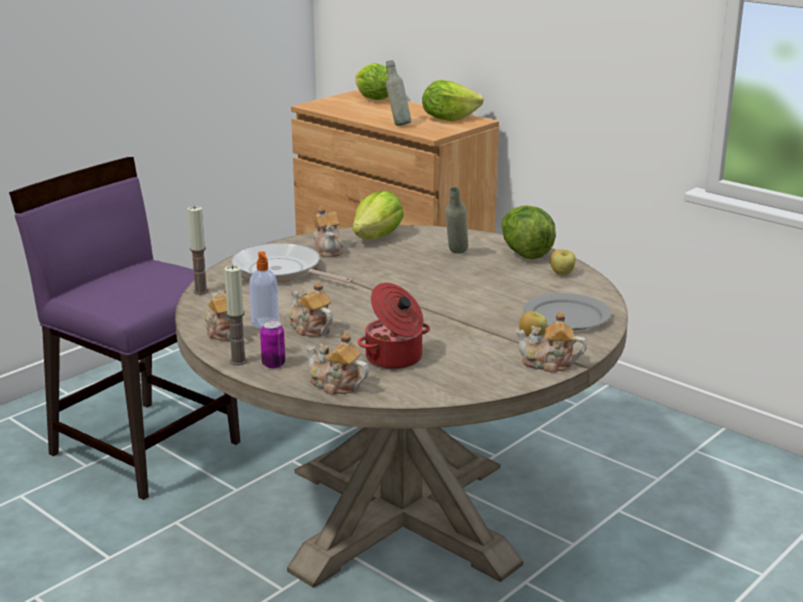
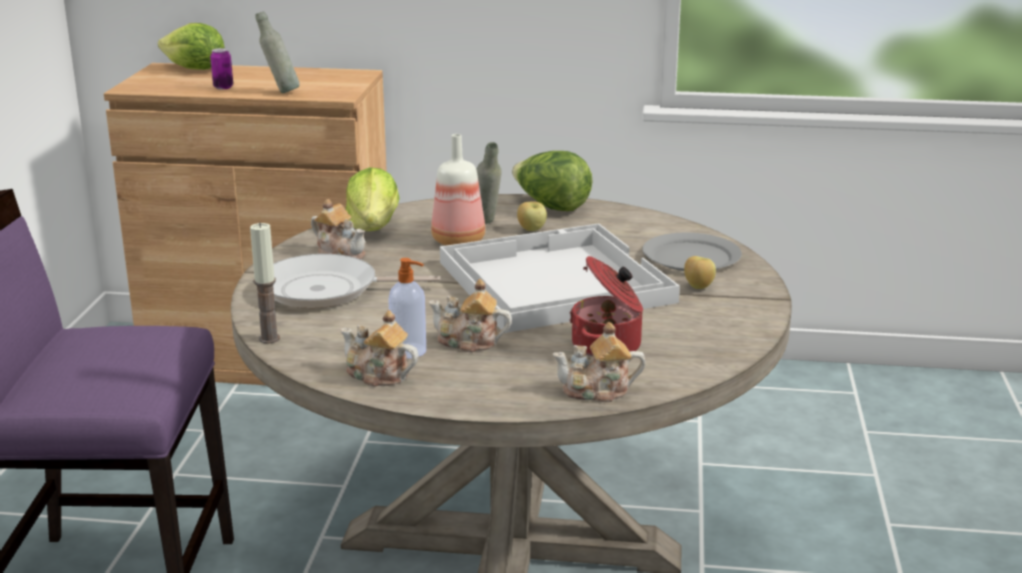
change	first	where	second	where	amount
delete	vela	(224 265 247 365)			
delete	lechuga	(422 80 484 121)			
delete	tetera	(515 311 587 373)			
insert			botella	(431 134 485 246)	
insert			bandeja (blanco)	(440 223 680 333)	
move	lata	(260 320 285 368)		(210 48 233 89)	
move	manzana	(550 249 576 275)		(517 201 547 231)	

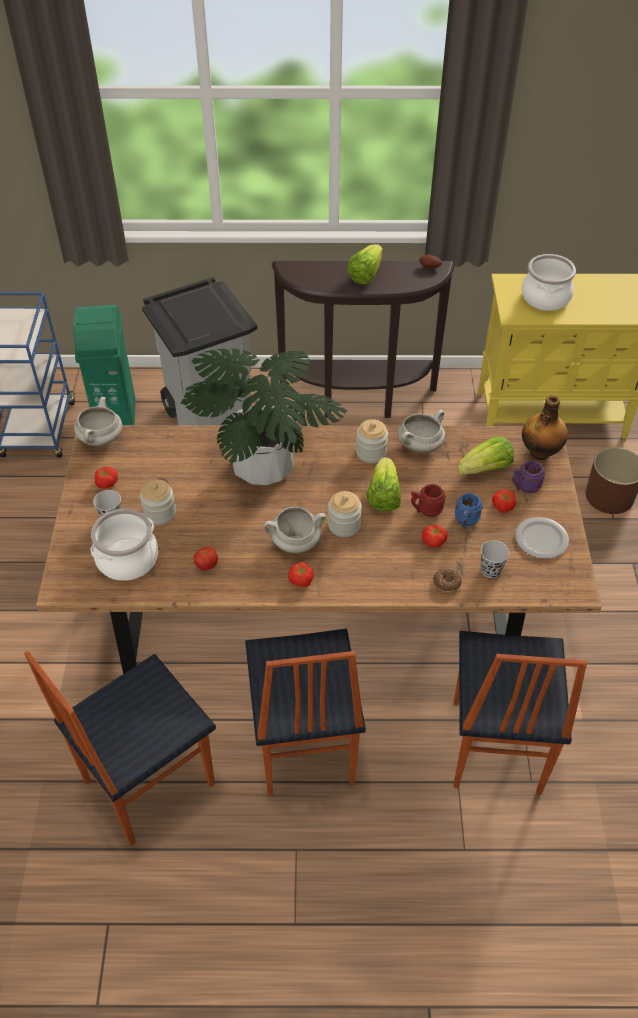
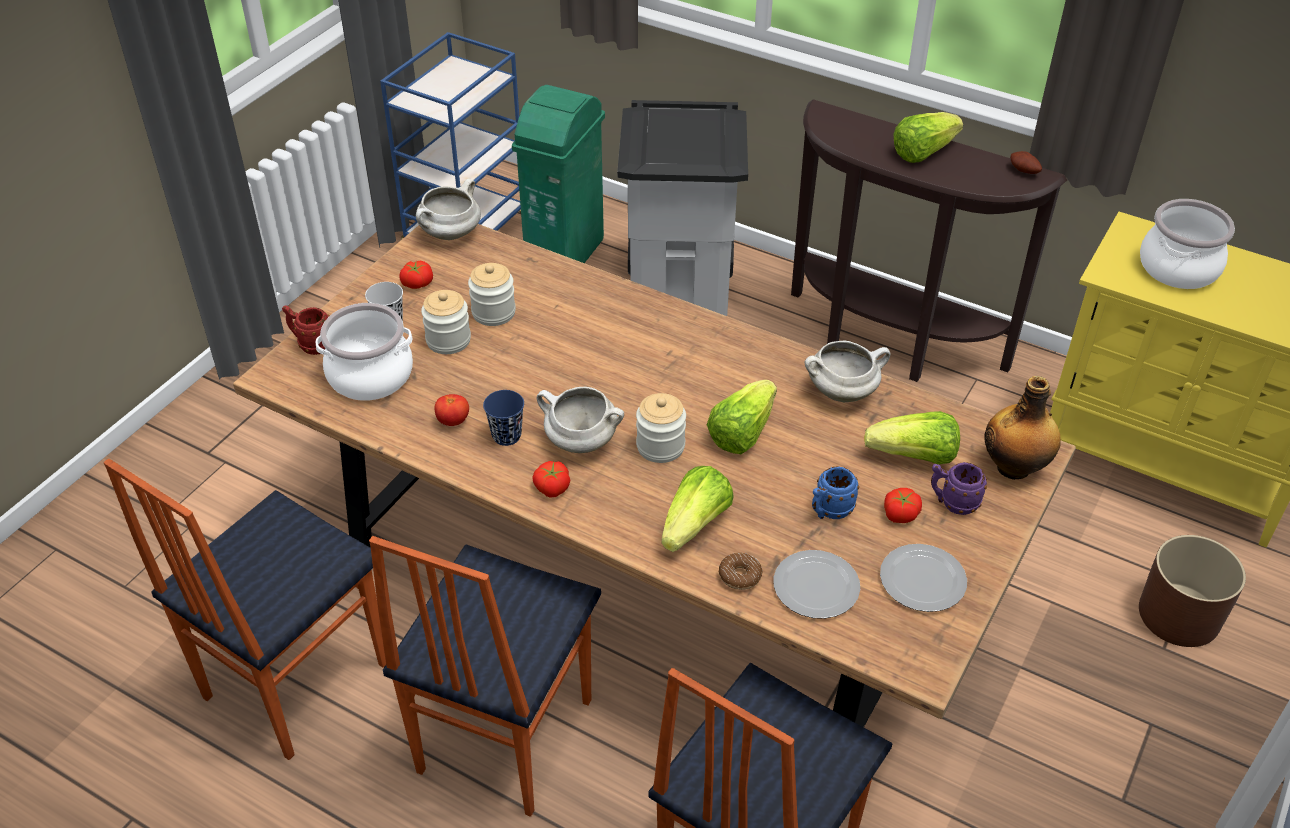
change	first	where	second	where	amount
delete	planta en maceta	(181 348 347 485)			
delete	tomate	(422 525 448 548)			
insert			taza (azul)	(483 390 524 446)	
insert			lechuga	(661 466 734 552)	
move	tarro	(356 419 388 463)		(468 263 516 326)	
move	taza grande (rojo)	(411 484 446 517)		(282 305 329 355)	
replace	taza (negro)	(481 540 510 578)	plato	(773 550 860 619)	
rotate	silla	(24 650 216 846)		(104 459 386 760)	45 degrees counterclockwise

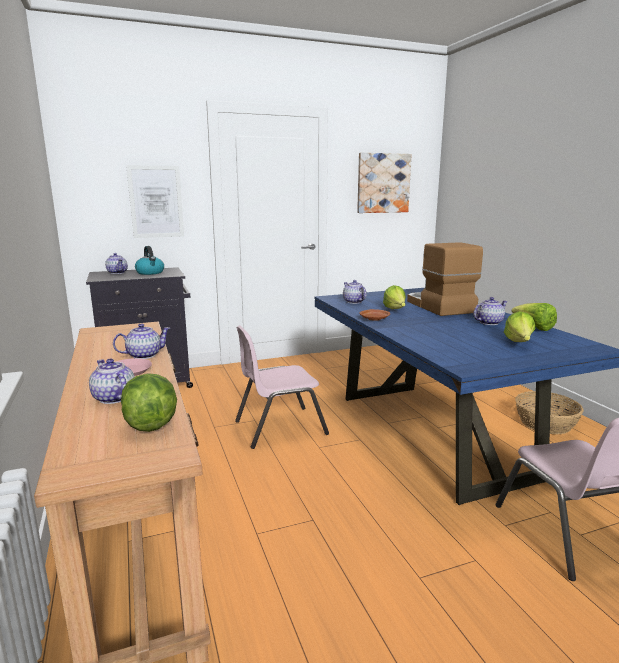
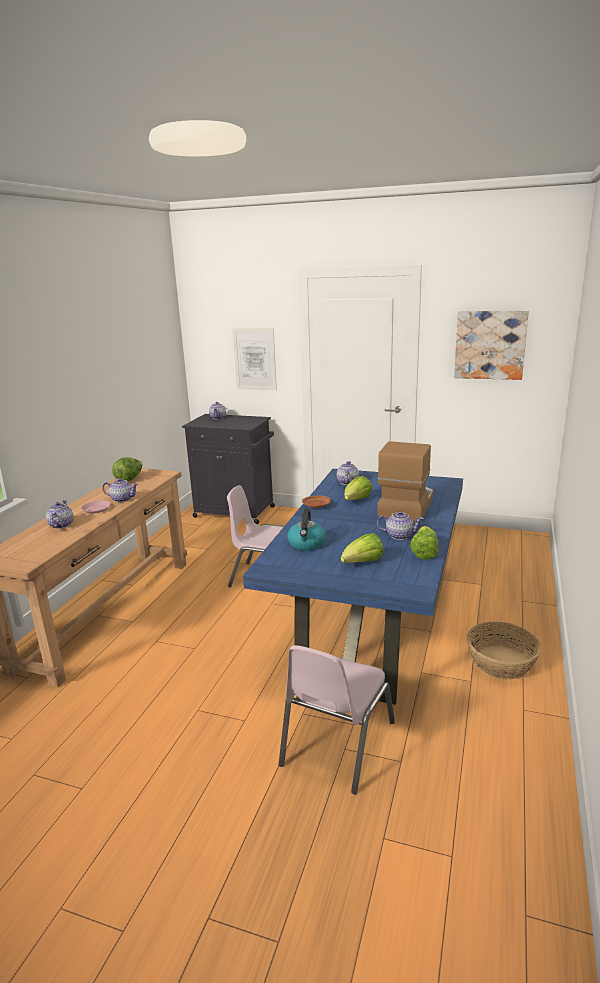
change	first	where	second	where	amount
move	lechuga	(121 373 177 432)		(112 457 142 482)	
move	hervidor	(135 246 164 275)		(287 509 326 551)	

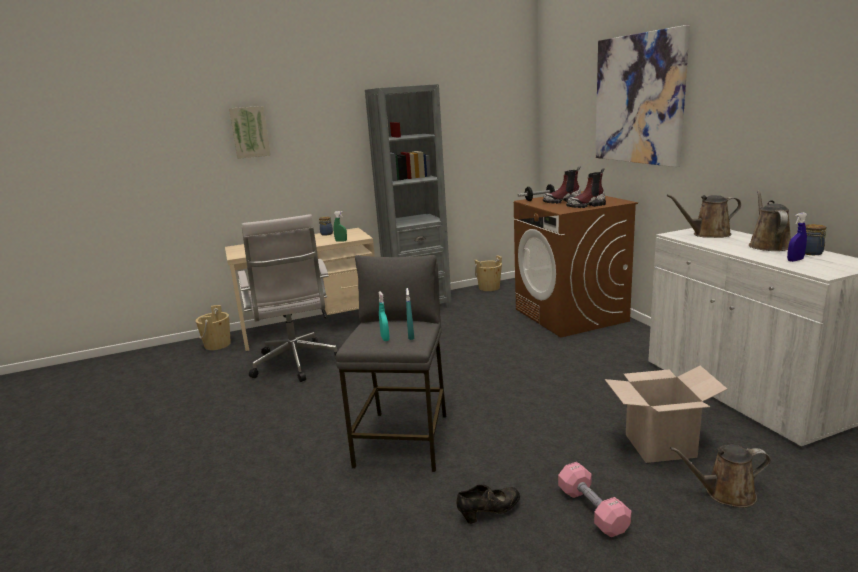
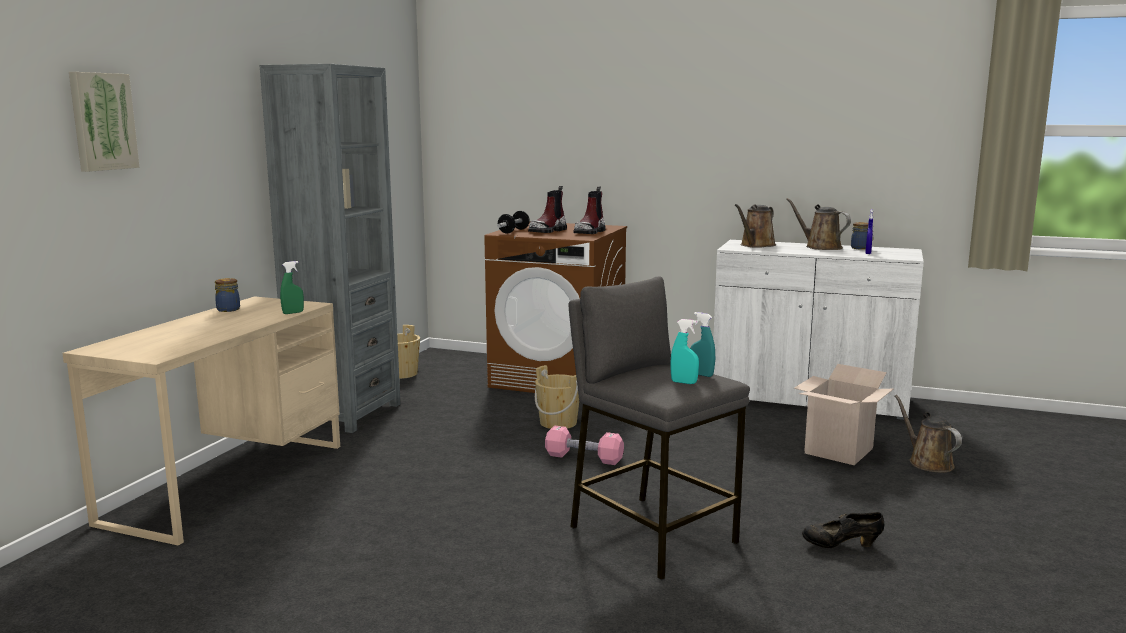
change	first	where	second	where	amount
delete	silla de oficina (blanco)	(237 214 338 382)			
delete	cuadro	(595 25 690 167)			
move	cubo (beis)	(196 305 231 350)		(535 365 579 429)	
move	mancuerna (rosa)	(558 462 631 537)		(545 426 624 465)	
rotate	zapato (negro)	(456 484 520 524)		(802 512 884 548)	105 degrees counterclockwise
rotate	regadera (marrón)	(670 445 771 508)		(895 395 962 473)	120 degrees clockwise

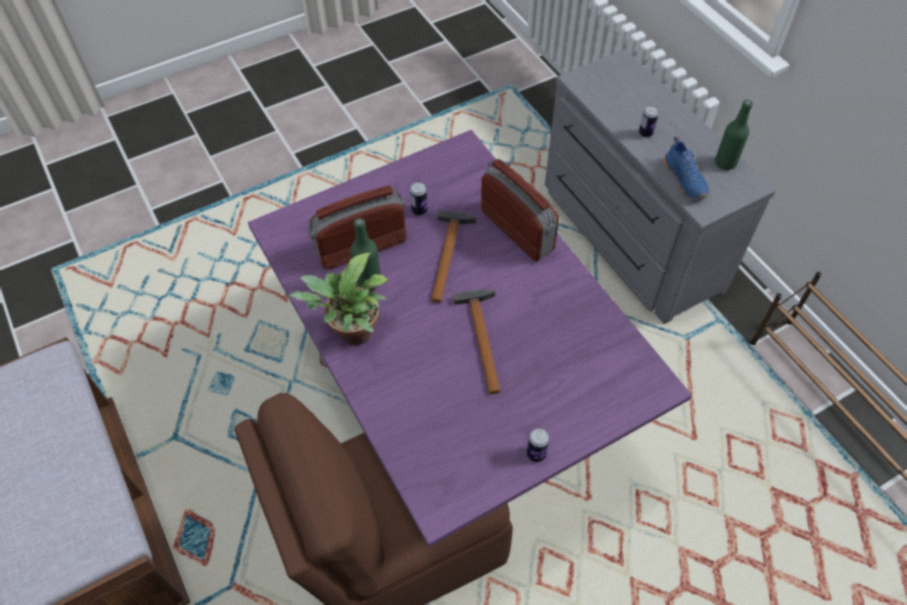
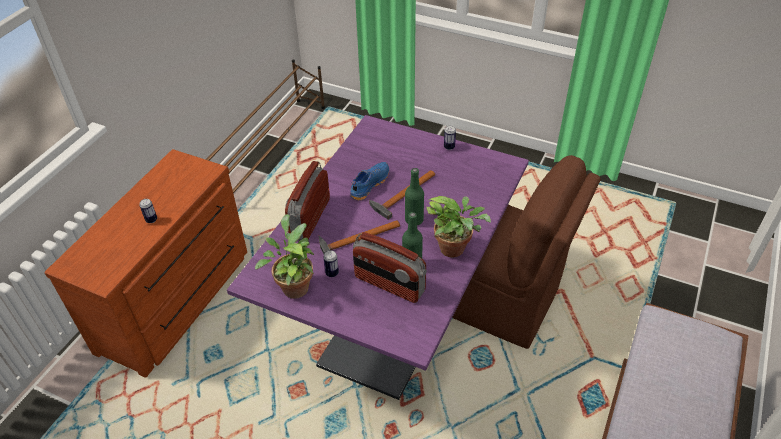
change	first	where	second	where	amount
insert			planta en maceta	(255 214 314 299)	
move	zapato (azul)	(663 137 709 199)		(350 162 389 201)	
move	botella (verde)	(715 100 753 170)		(405 168 424 225)	
recolor	cómoda (gris)	(545 49 776 324)	cómoda (marrón)	(45 149 247 378)	

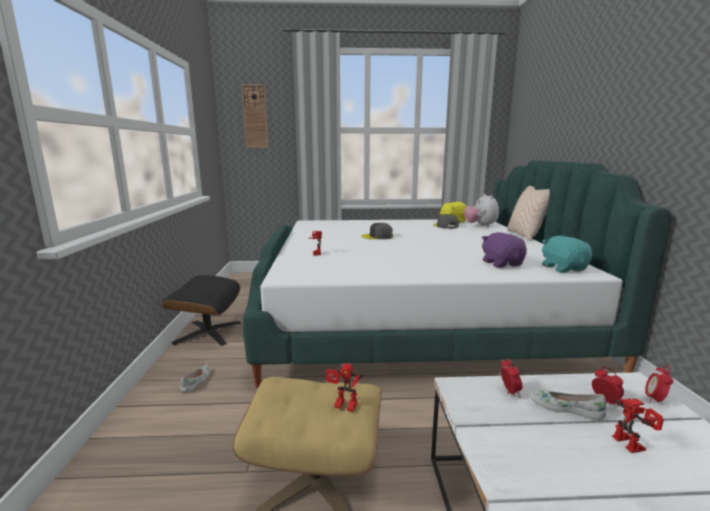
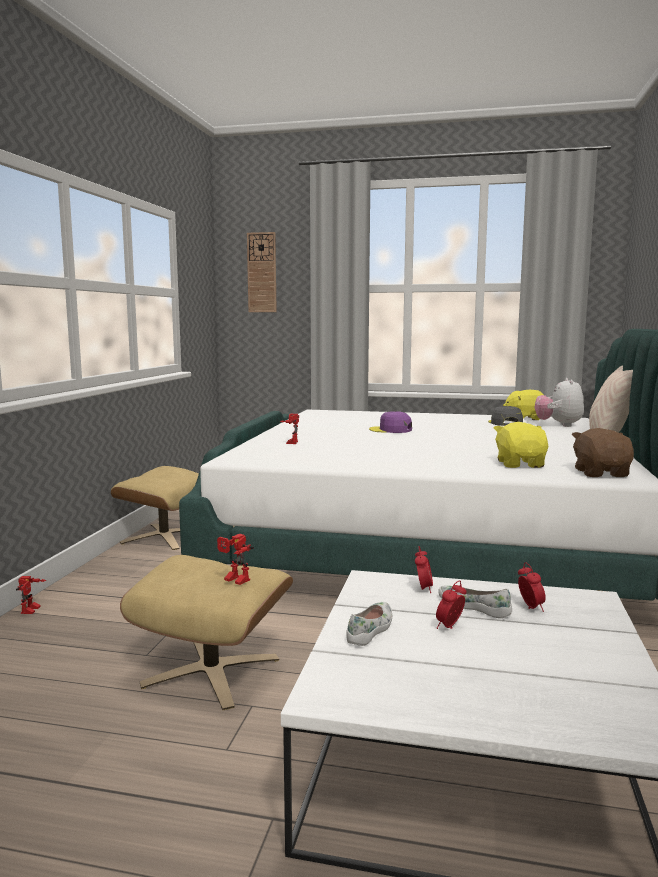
change	first	where	second	where	amount
move	zapato (blanco)	(180 365 210 392)		(346 602 392 646)	
move	robot de juguete	(612 398 664 453)		(16 576 46 614)	
move	despertador	(645 365 673 403)		(436 581 466 629)	
recolor	puf (negro)	(162 275 241 346)	puf (beis)	(111 466 199 550)	
recolor	gorra (gris)	(361 223 393 239)	gorra (morado)	(369 411 412 433)	
recolor	peluche (morado)	(482 232 527 268)	peluche (amarillo)	(494 422 548 468)	
recolor	peluche (turquesa)	(542 236 592 273)	peluche (marrón)	(572 428 634 477)	

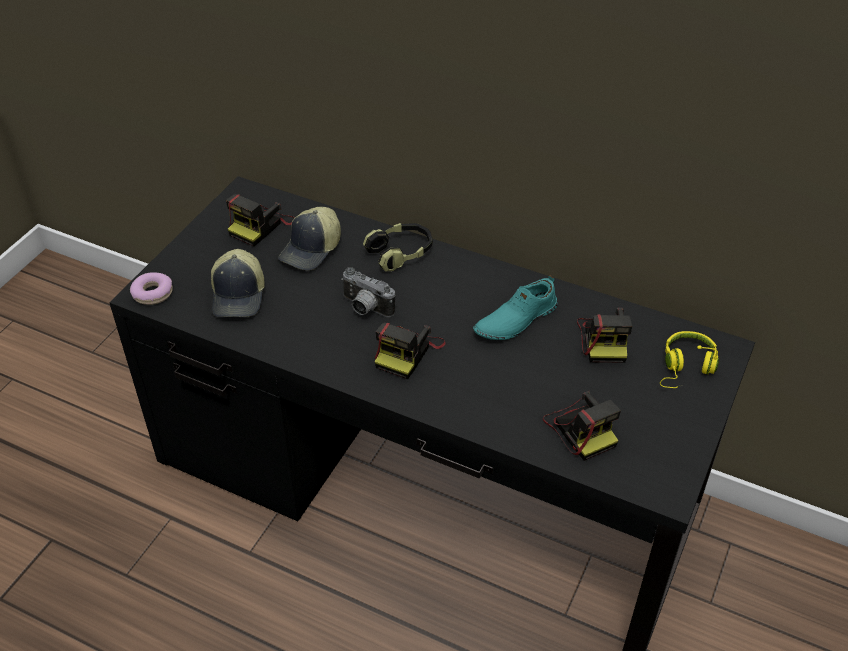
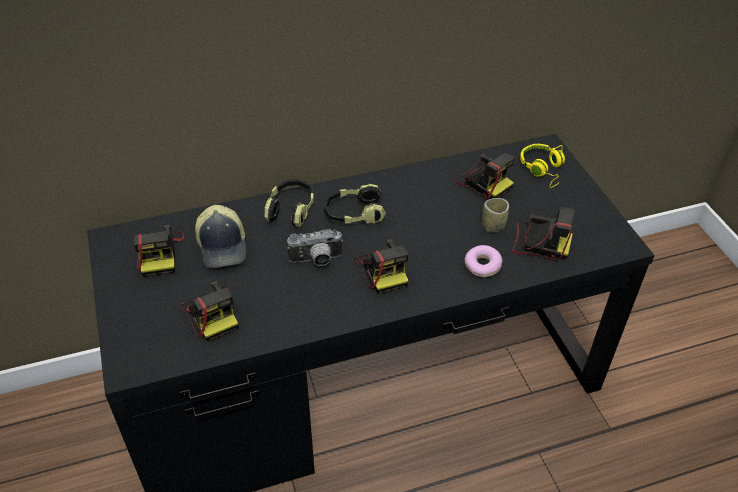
change	first	where	second	where	amount
delete	zapato (turquesa)	(473 275 558 340)			
insert			auriculares	(324 184 386 224)	
insert			taza	(482 198 509 233)	
move	rosquilla	(130 272 173 305)		(465 245 502 277)	
replace	gorra	(211 249 265 317)	cámara	(180 281 238 342)	

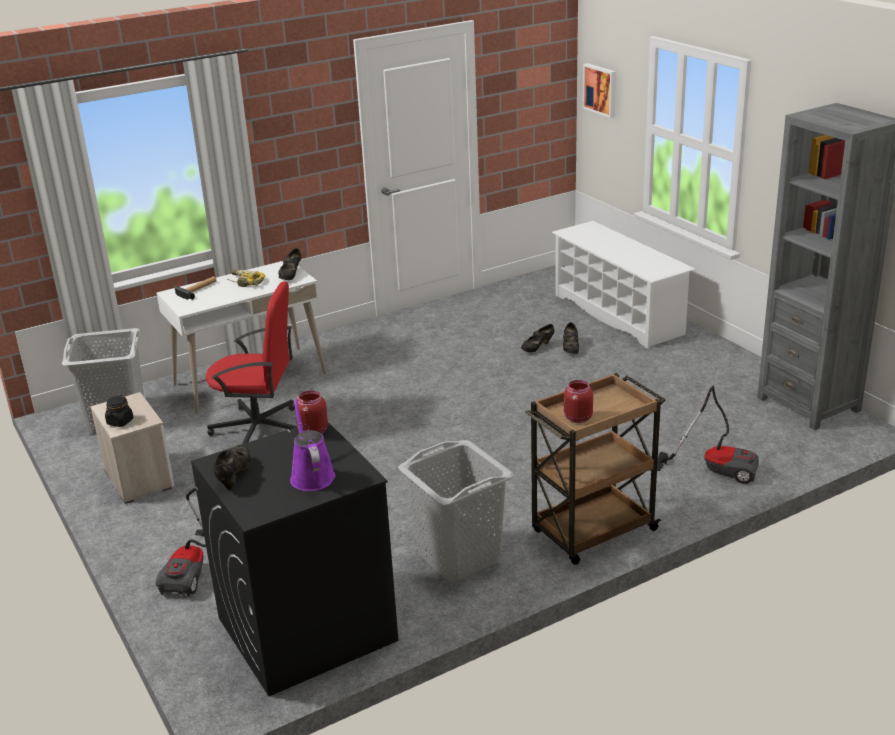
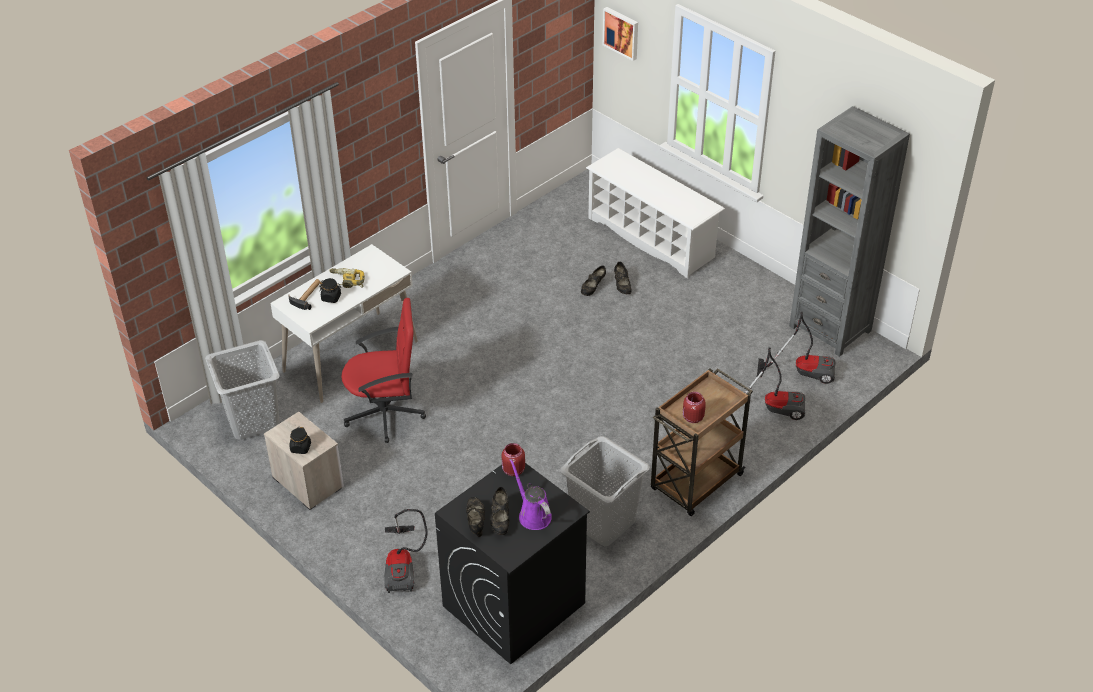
change	first	where	second	where	amount
insert			tarro (negro)	(319 278 341 303)	
insert			aspiradora	(757 312 836 384)	
move	zapato (negro)	(278 248 301 280)		(490 487 509 535)	

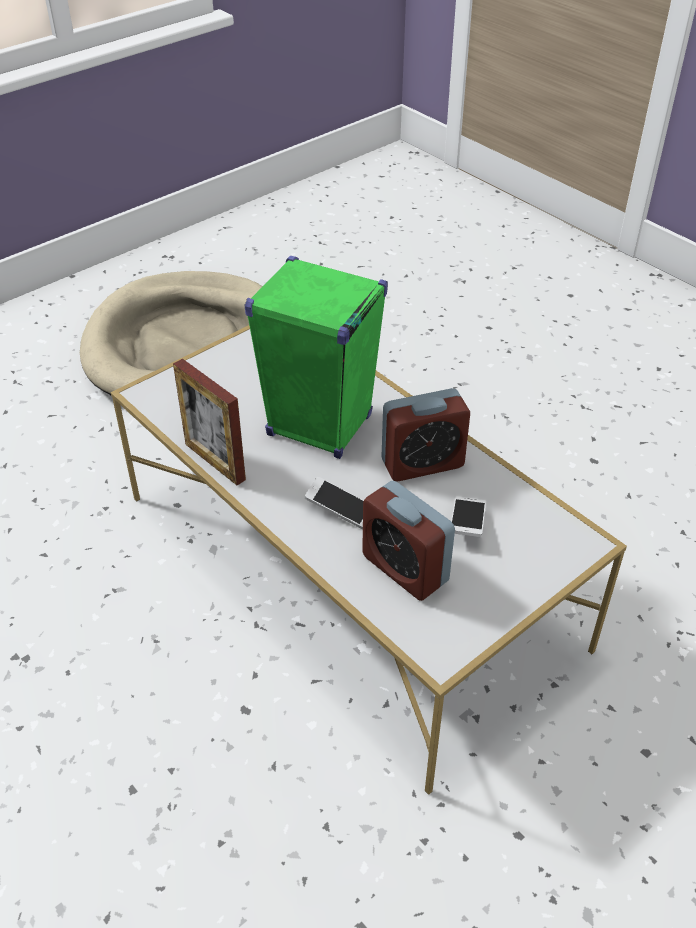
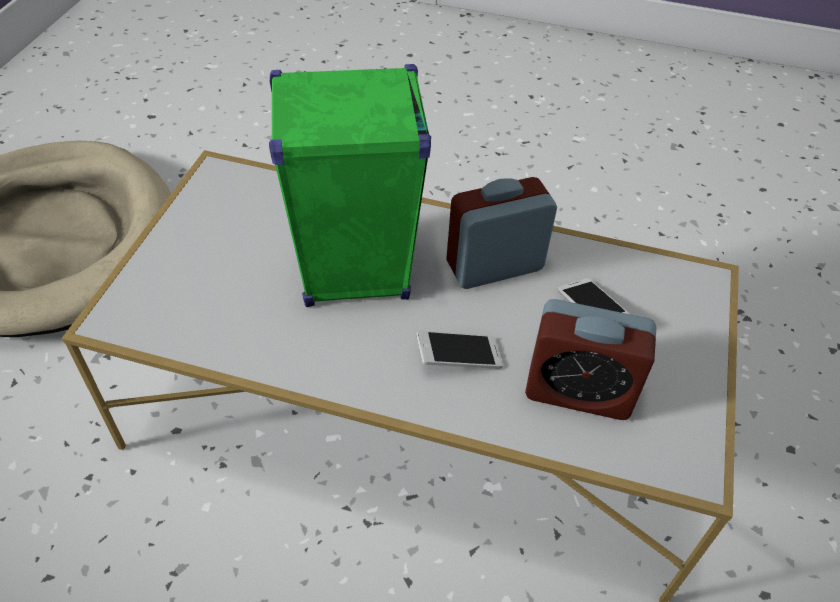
change	first	where	second	where	amount
delete	portarretratos	(173 359 246 485)			
rotate	despertador	(381 388 470 481)		(446 177 557 289)	150 degrees counterclockwise

